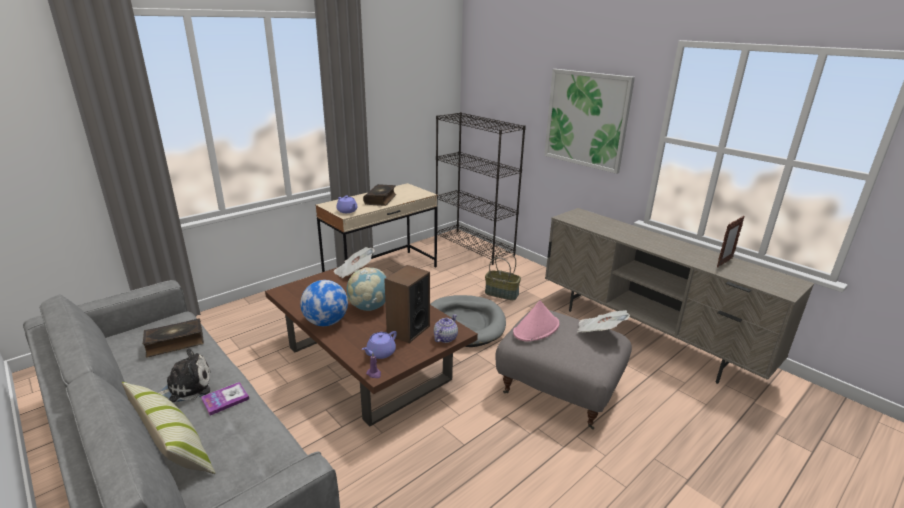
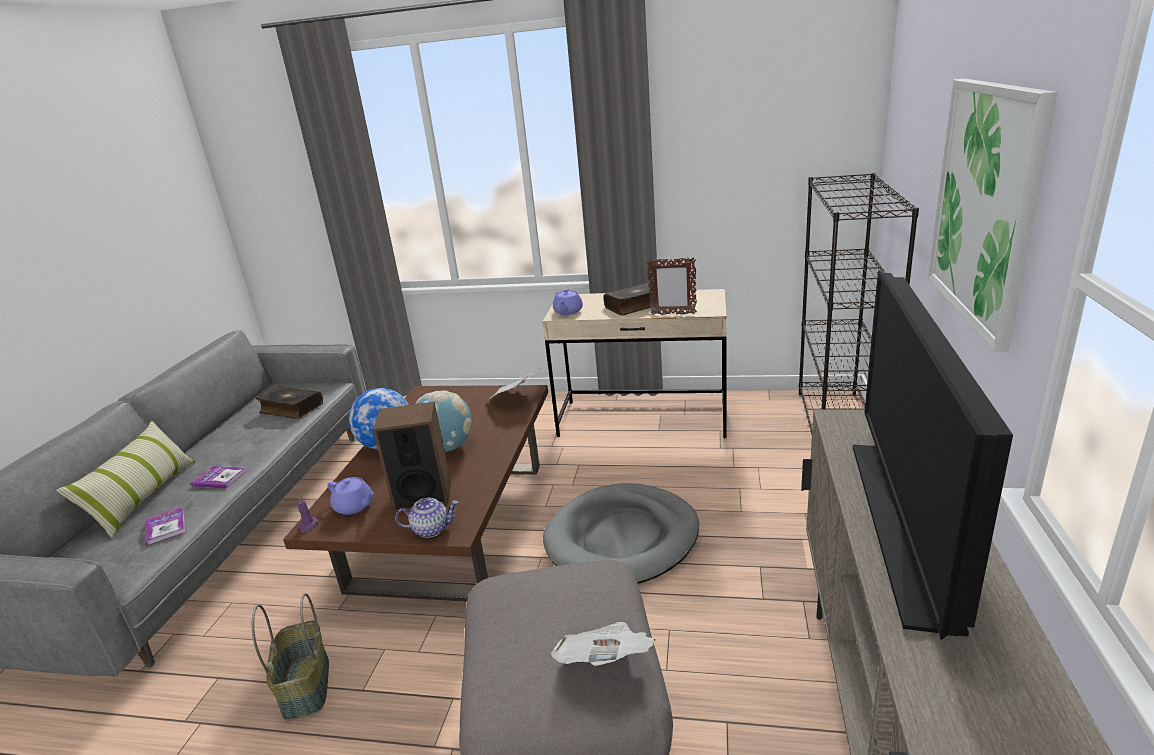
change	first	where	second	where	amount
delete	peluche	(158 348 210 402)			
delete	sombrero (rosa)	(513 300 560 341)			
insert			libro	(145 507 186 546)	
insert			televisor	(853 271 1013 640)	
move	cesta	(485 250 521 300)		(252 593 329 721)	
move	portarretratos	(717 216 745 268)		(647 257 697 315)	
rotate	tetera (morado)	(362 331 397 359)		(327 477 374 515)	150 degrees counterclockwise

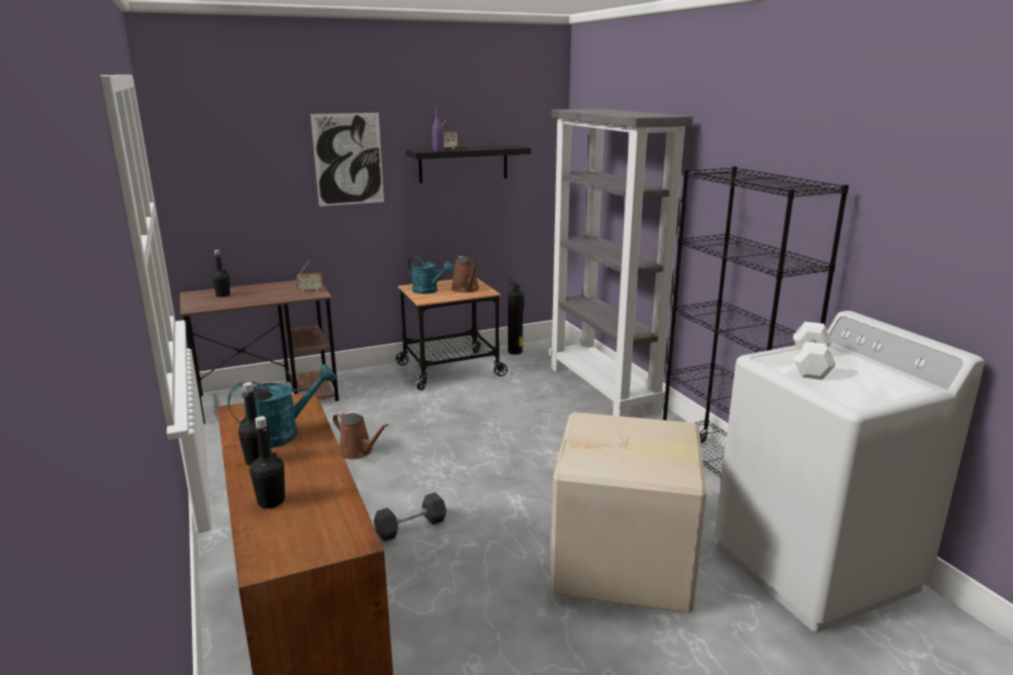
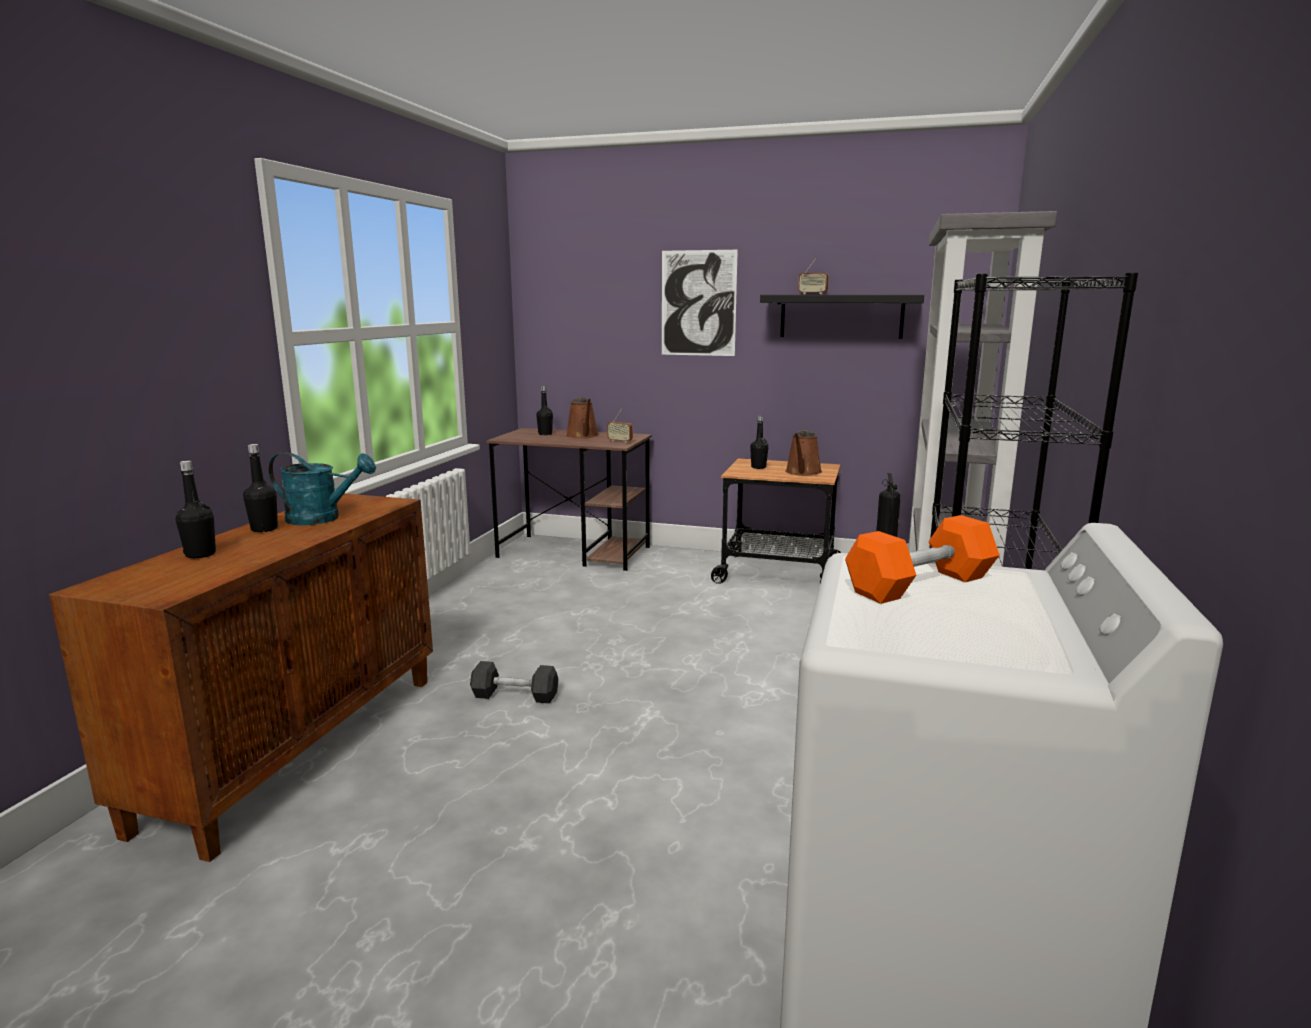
change	first	where	second	where	amount
delete	botella (morado)	(432 105 444 151)			
delete	caja de cartón	(550 412 707 613)			
move	regadera (marrón)	(333 412 389 459)		(566 397 599 438)	
replace	regadera (turquesa)	(408 256 454 294)	botella (negro)	(750 416 768 469)	
recolor	mancuerna (blanco)	(793 322 835 380)	mancuerna (naranja)	(845 515 1000 604)	

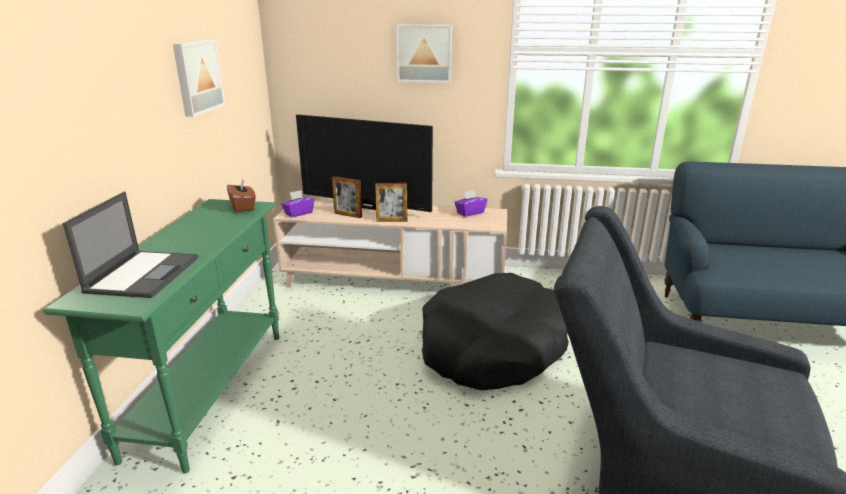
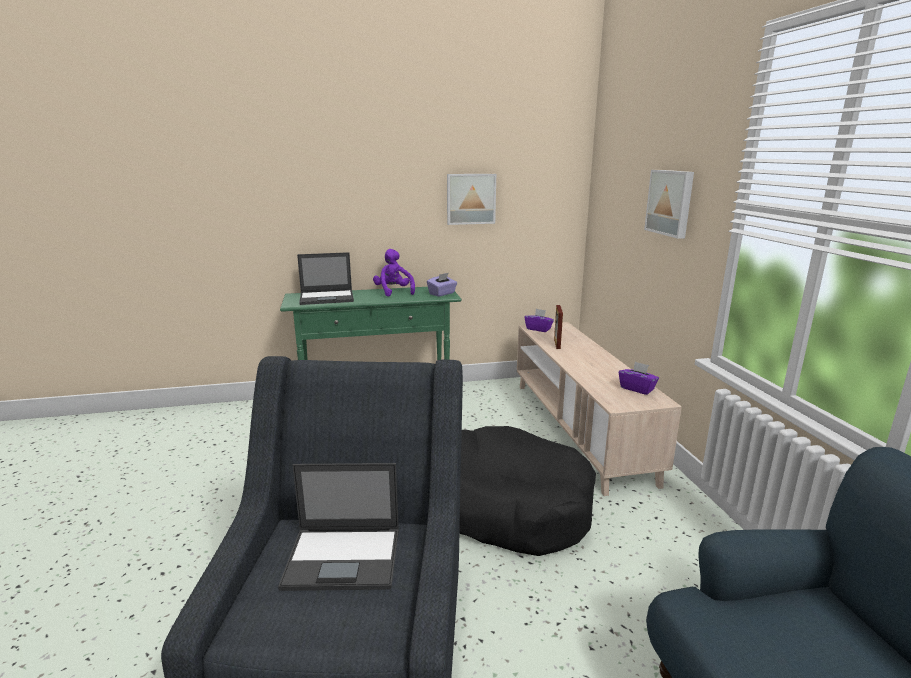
change	first	where	second	where	amount
delete	televisor	(296 115 433 212)			
delete	portarretratos	(375 183 407 222)			
insert			portátil	(278 463 399 591)	
insert			peluche (morado)	(373 249 415 297)	
recolor	caja de pañuelos (marrón)	(227 179 256 212)	caja de pañuelos (morado)	(427 273 457 297)	

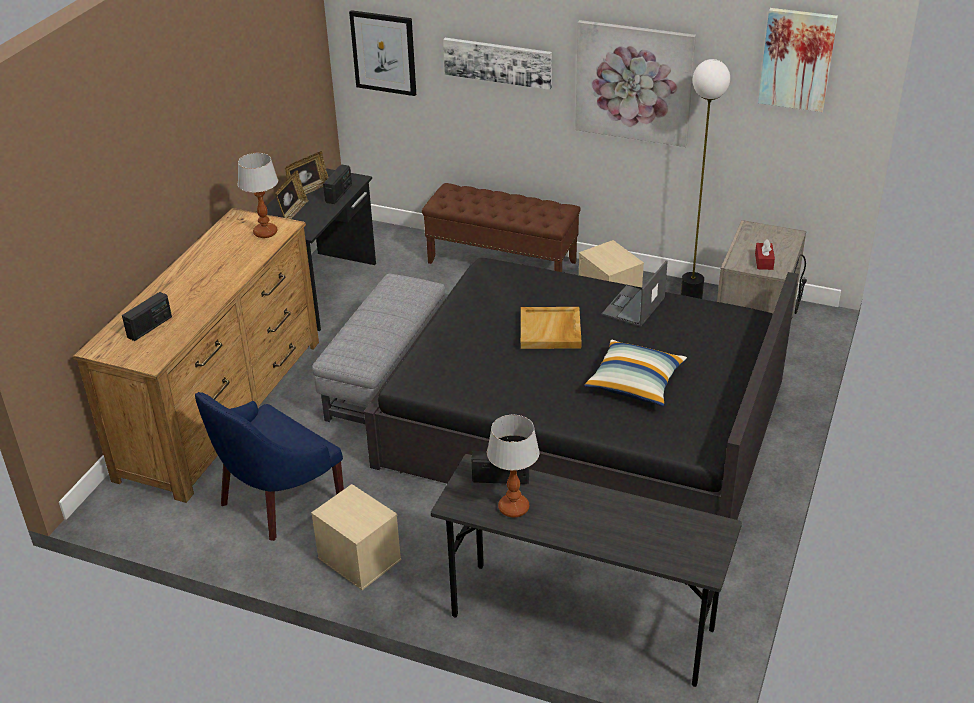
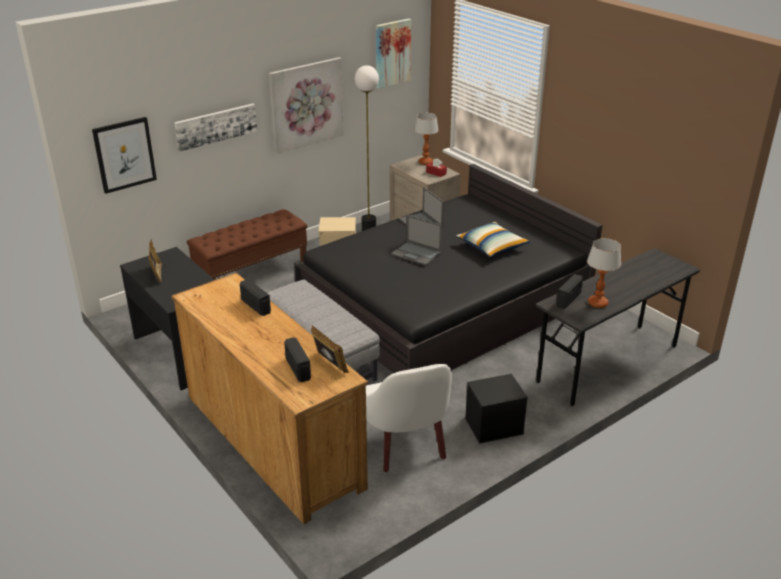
change	first	where	second	where	amount
move	lámpara de mesa	(237 153 278 238)		(414 113 439 165)	
move	portarretratos	(275 170 309 219)		(311 325 349 373)	
move	radio	(323 165 352 204)		(240 279 271 316)	
replace	bandeja (beis)	(521 307 582 349)	portátil	(391 215 442 265)	
recolor	sillón (azul)	(195 392 344 541)	sillón (blanco)	(366 364 452 472)	
recolor	caja de almacenaje (beis)	(311 484 402 590)	caja de almacenaje (negro)	(465 374 528 444)	

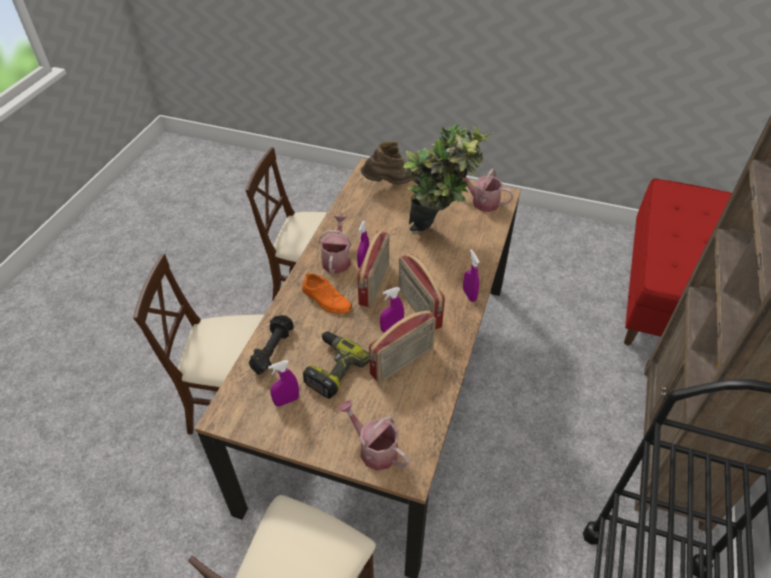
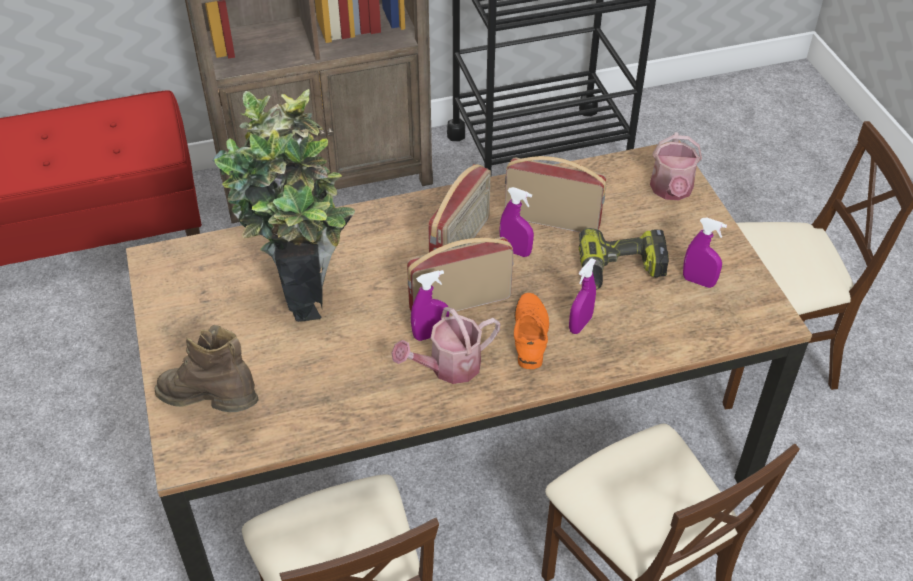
change	first	where	second	where	amount
delete	mancuerna (negro)	(249 315 294 375)			
delete	regadera	(463 169 514 212)			
move	pulverizador (morado)	(463 249 480 302)		(569 259 596 334)	

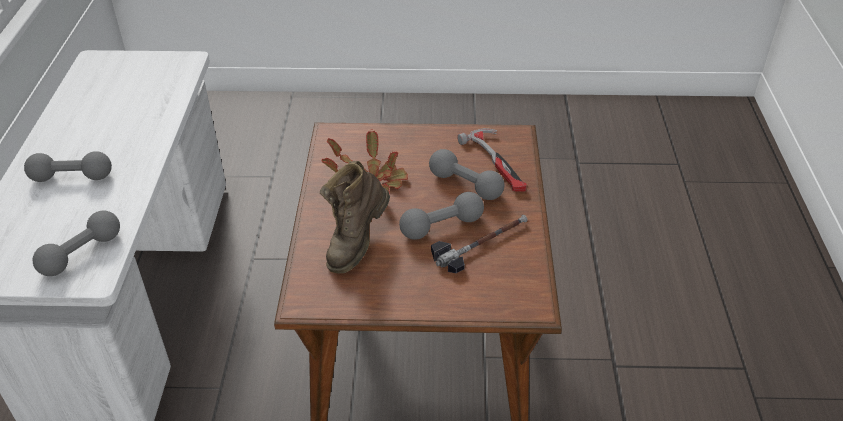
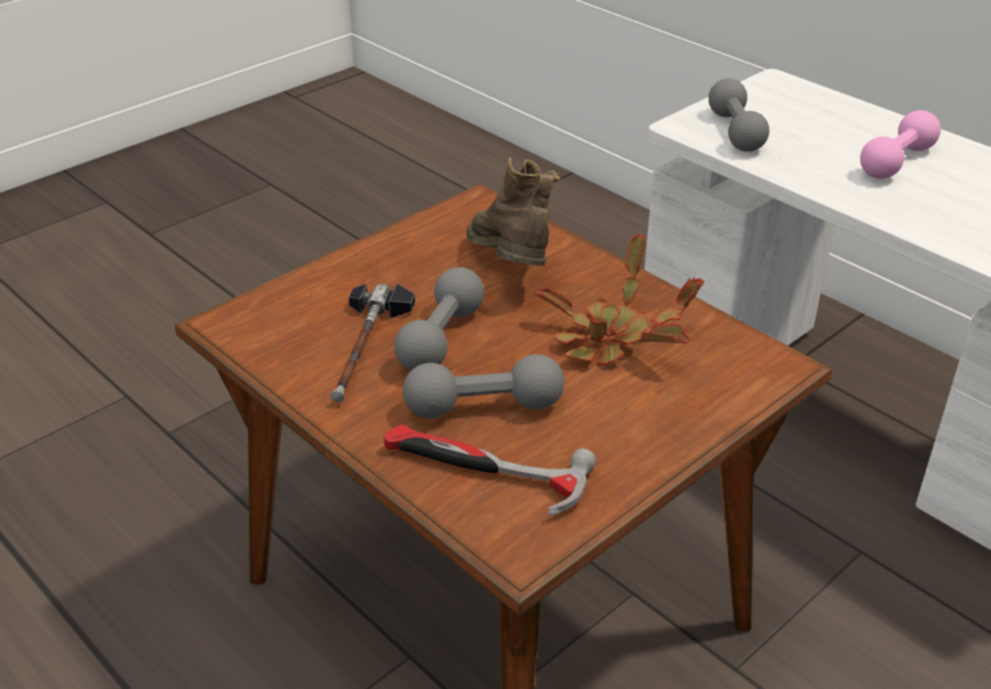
change	first	where	second	where	amount
recolor	mancuerna (gris)	(24 151 112 182)	mancuerna (rosa)	(860 110 941 179)	

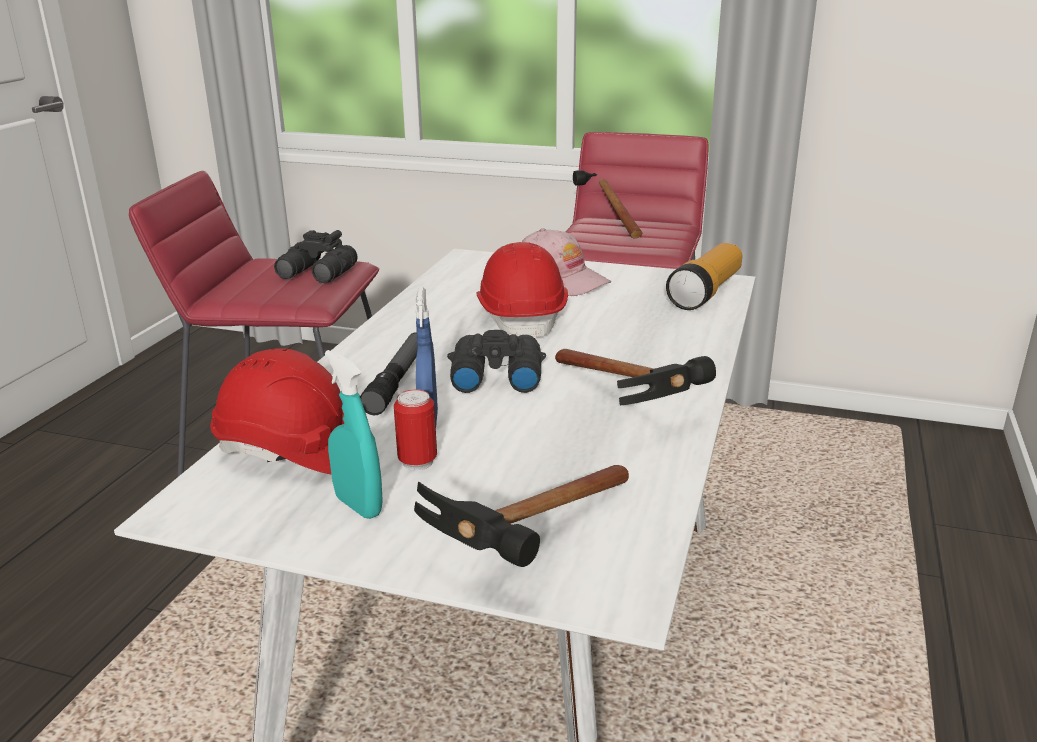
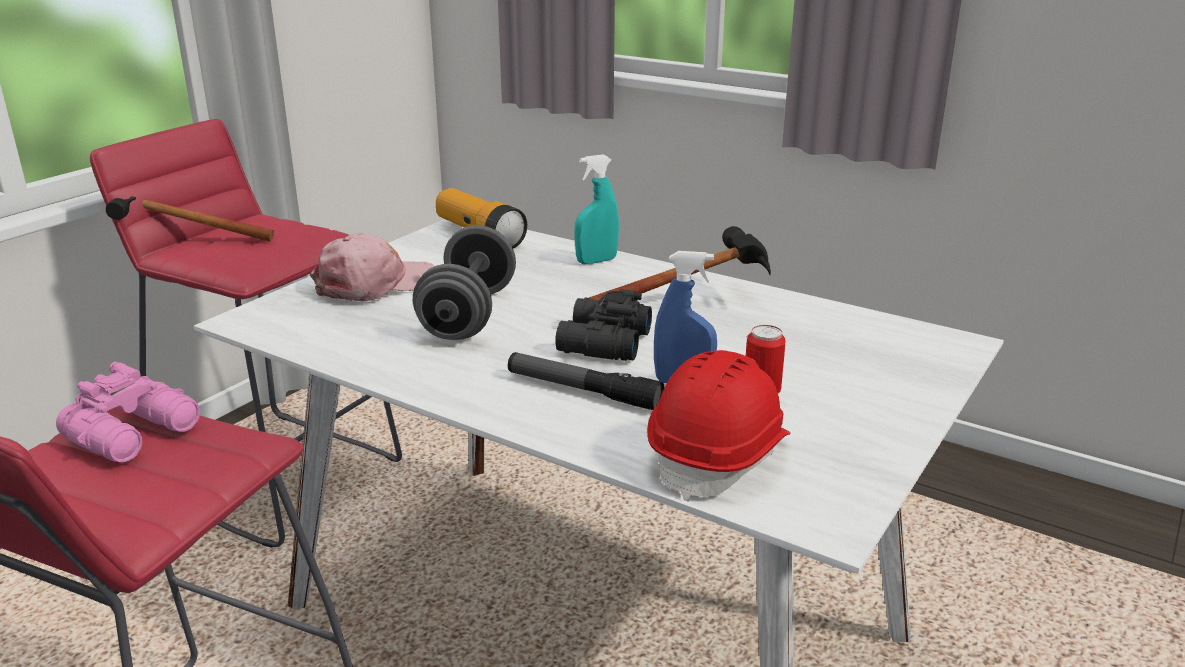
change	first	where	second	where	amount
delete	martillo	(414 465 629 567)			
move	pulverizador (turquesa)	(325 350 383 519)		(574 154 619 264)	
replace	casco (rojo)	(477 242 568 339)	mancuerna (gris)	(413 225 516 340)	
recolor	prismáticos (negro)	(274 230 358 283)	prismáticos (rosa)	(56 362 200 462)	

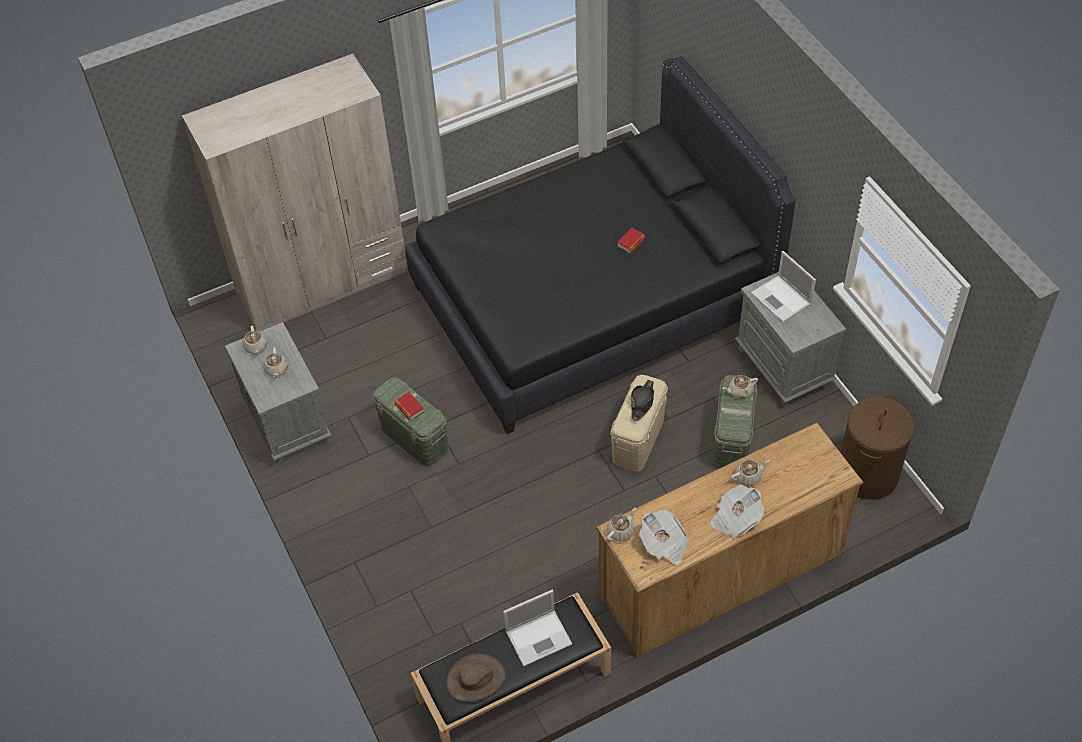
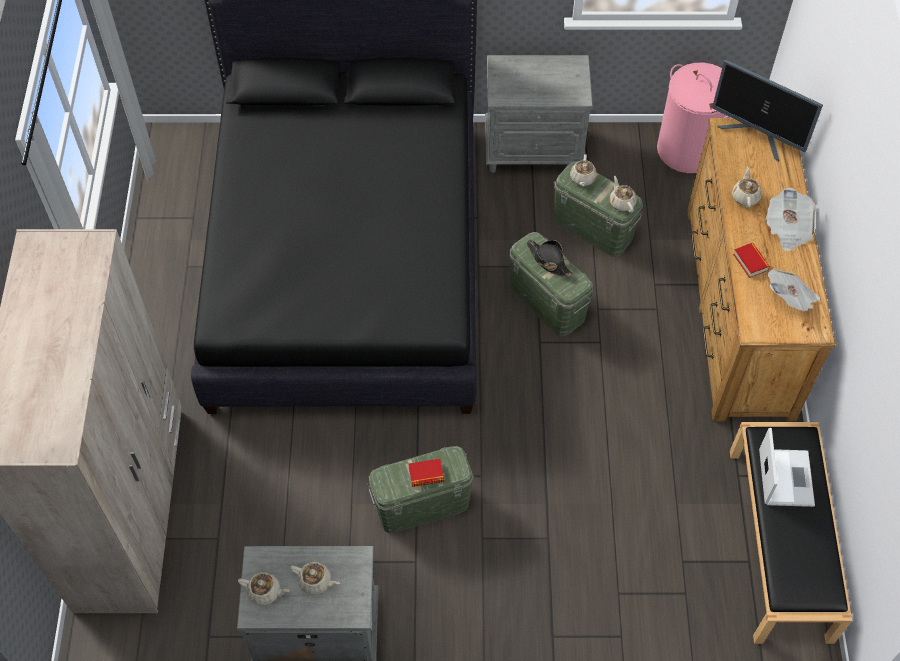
change	first	where	second	where	amount
delete	sombrero (marrón)	(446 653 506 702)			
delete	portátil	(751 251 816 322)			
insert			monitor	(712 60 823 161)	
move	tetera (beis)	(606 507 636 542)		(609 176 637 212)	
move	libro	(617 228 646 254)		(733 243 770 278)	
recolor	caja de almacenaje (beis)	(610 375 668 472)	caja de almacenaje (verde)	(509 232 593 336)	
recolor	cesto de la ropa (marrón)	(840 395 914 500)	cesto de la ropa (rosa)	(657 63 730 173)	

